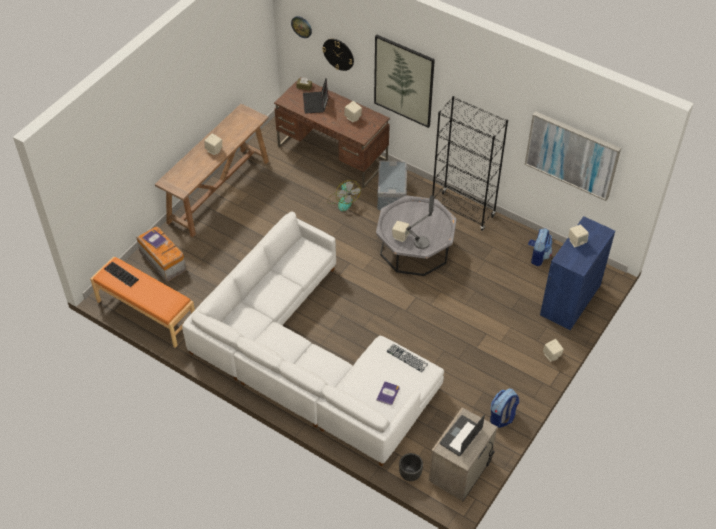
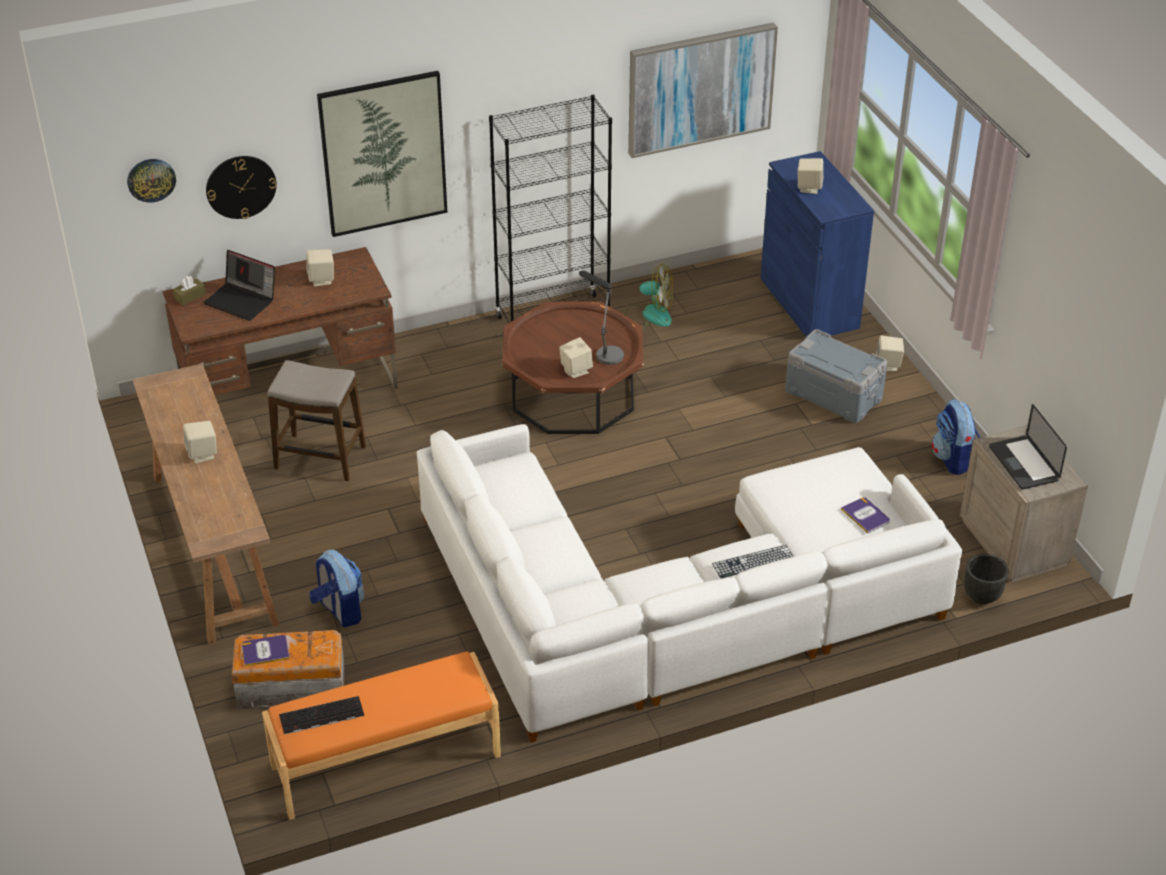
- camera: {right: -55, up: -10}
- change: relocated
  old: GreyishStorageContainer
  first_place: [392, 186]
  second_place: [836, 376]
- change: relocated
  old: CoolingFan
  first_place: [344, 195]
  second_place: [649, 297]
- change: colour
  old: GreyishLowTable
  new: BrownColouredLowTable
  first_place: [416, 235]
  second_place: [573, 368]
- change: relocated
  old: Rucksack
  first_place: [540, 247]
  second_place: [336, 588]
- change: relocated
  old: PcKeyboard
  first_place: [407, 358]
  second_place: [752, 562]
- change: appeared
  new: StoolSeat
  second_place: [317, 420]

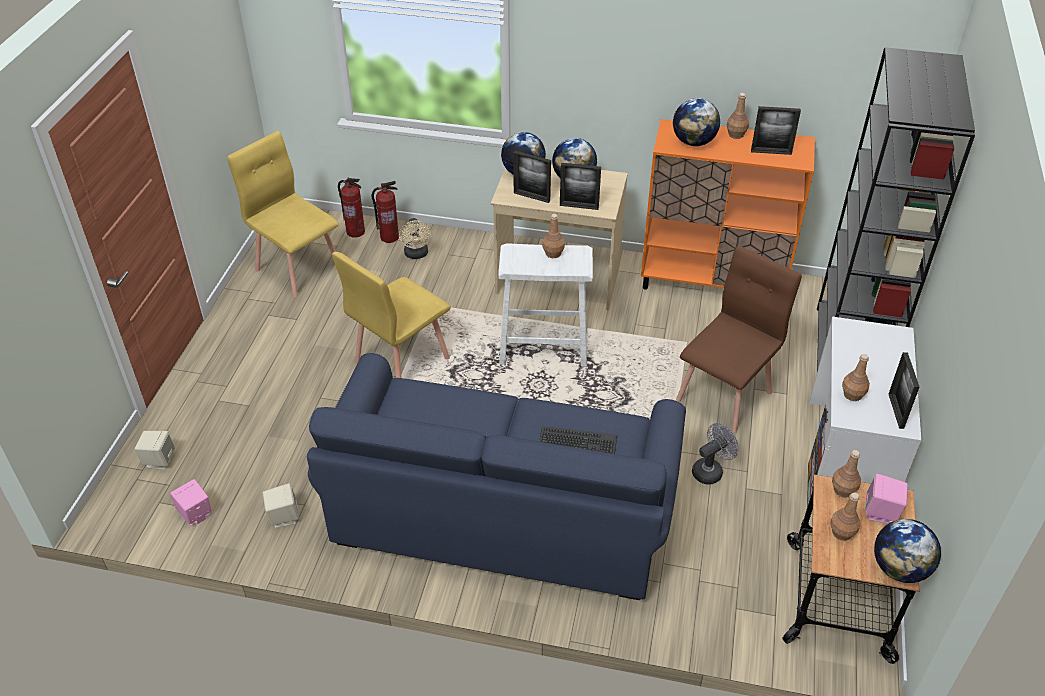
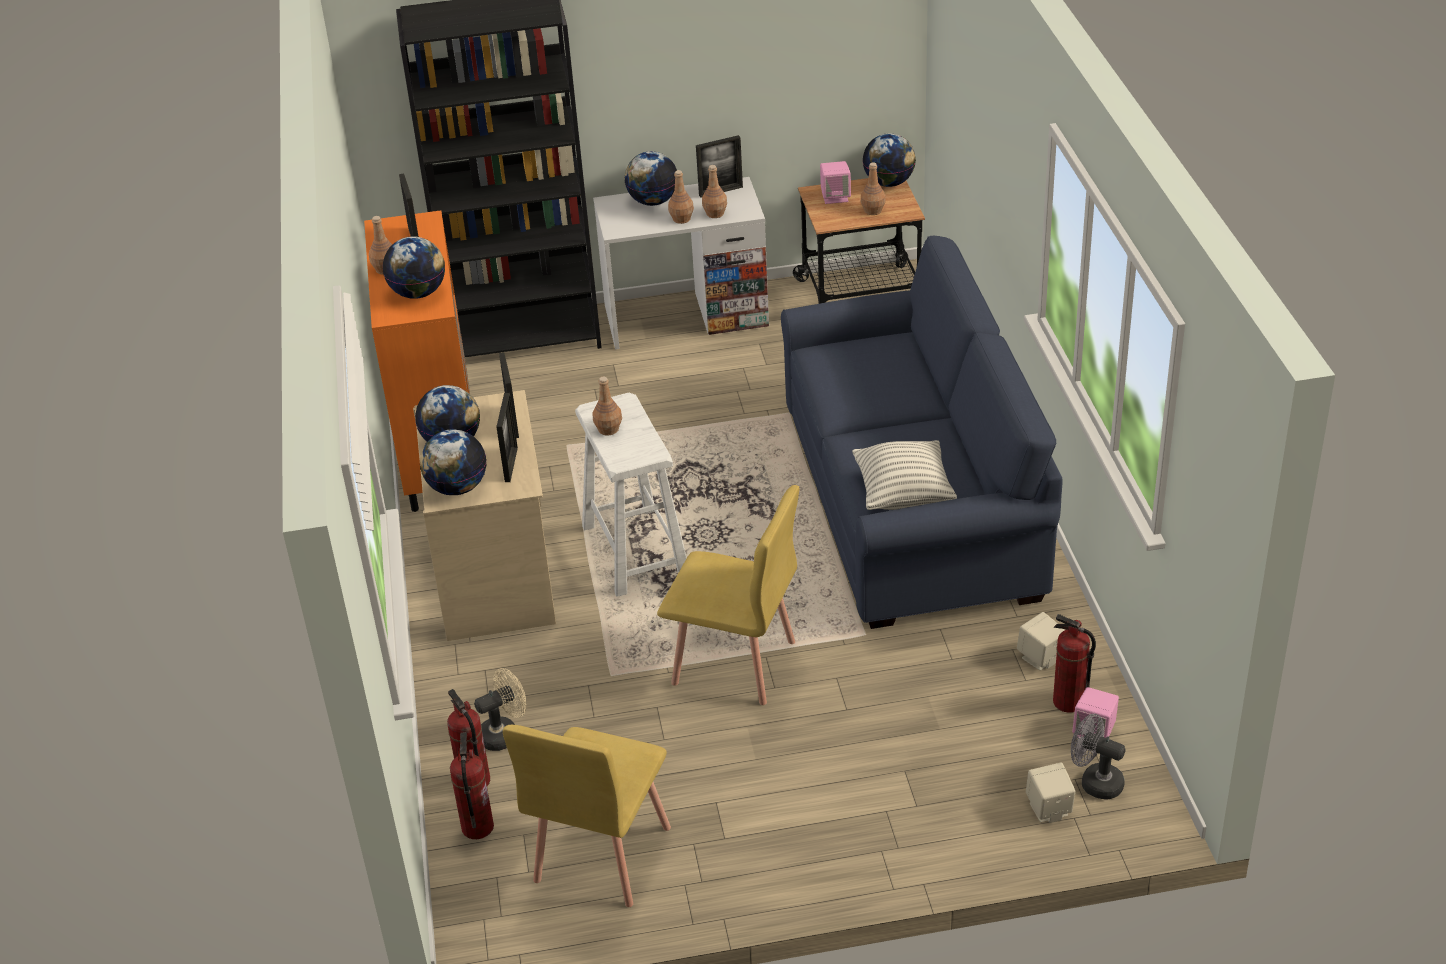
- camera: {right: -110, up: -5}
- change: missing
  old: BrownColouredUprightChair
  first_place: [738, 339]
- change: relocated
  old: GreyishCoolingFan
  first_place: [715, 453]
  second_place: [1098, 757]
- change: missing
  old: PcKeyboard
  first_place: [578, 440]
- change: relocated
  old: BrownColouredBeverageBottle
  first_place: [846, 474]
  second_place: [681, 197]
- change: appeared
  new: Globe
  second_place: [650, 178]
- change: appeared
  new: ThrowPillow
  second_place: [904, 475]
- change: appeared
  new: Extinguisher
  second_place: [1074, 663]

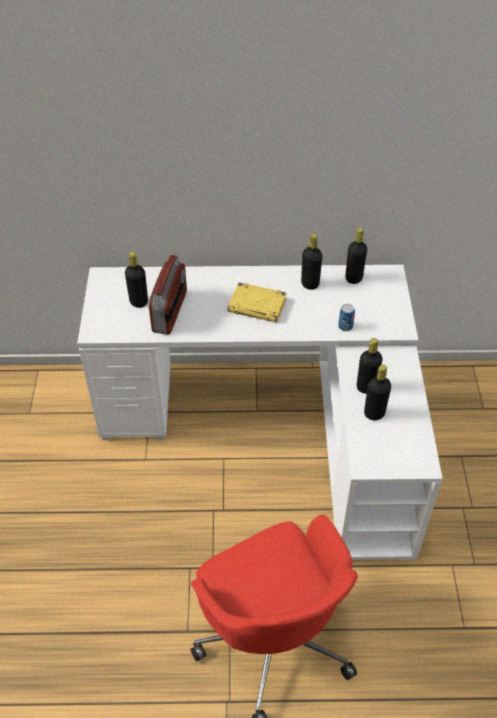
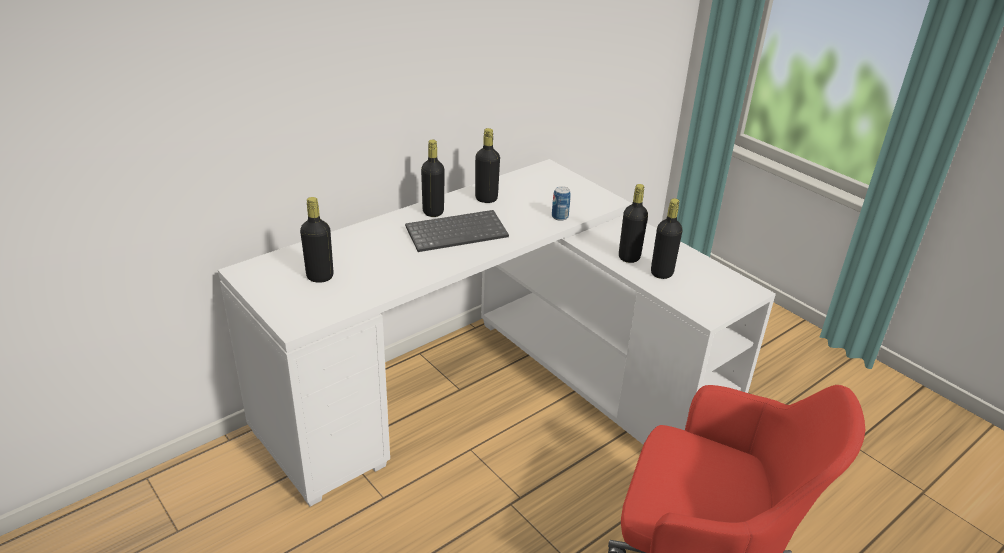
- camera: {right: -40, up: -15}
- change: relocated
  old: BlackishBeverageBottle
  first_place: [356, 256]
  second_place: [433, 178]
- change: missing
  old: Radio
  first_place: [168, 295]
- change: exchanged
  old: YellowColouredBook
  new: PcKeyboard
  first_place: [257, 302]
  second_place: [457, 231]

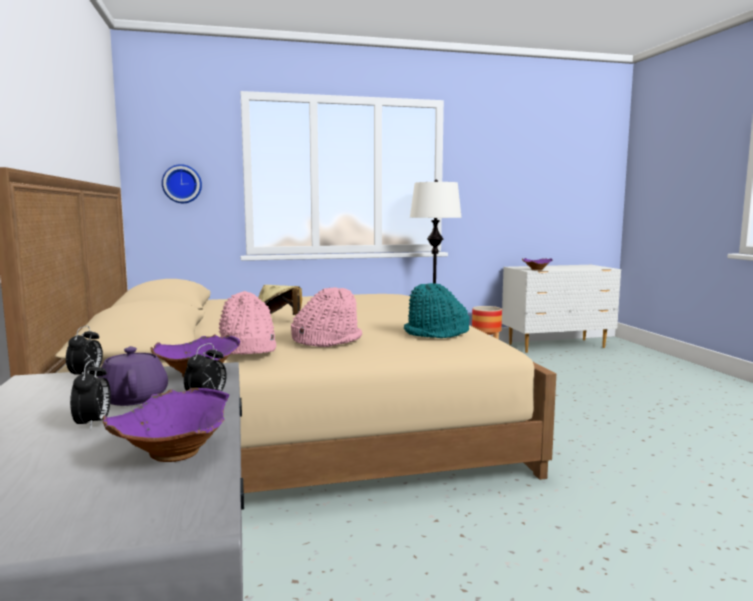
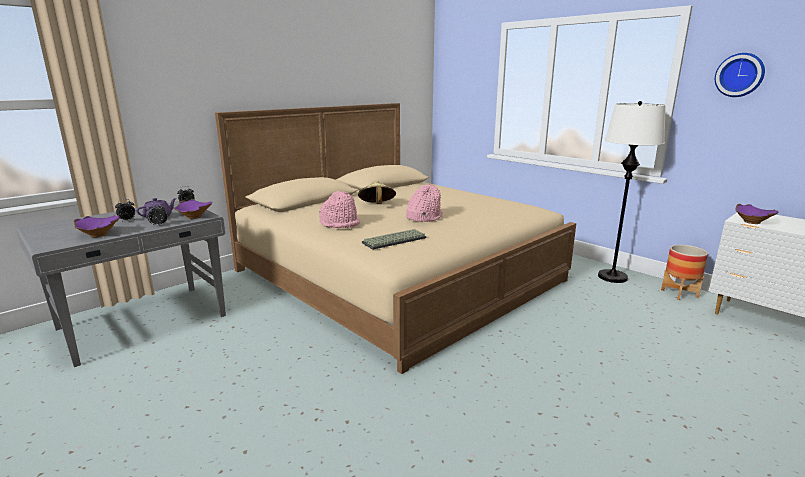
- camera: {right: 60, up: 10}
- change: relocated
  old: HangingClock
  first_place: [182, 183]
  second_place: [740, 75]
- change: exchanged
  old: BlueGreenHat
  new: PcKeyboard
  first_place: [436, 310]
  second_place: [394, 239]
- change: relocated
  old: PinkHat
  first_place: [248, 322]
  second_place: [424, 203]

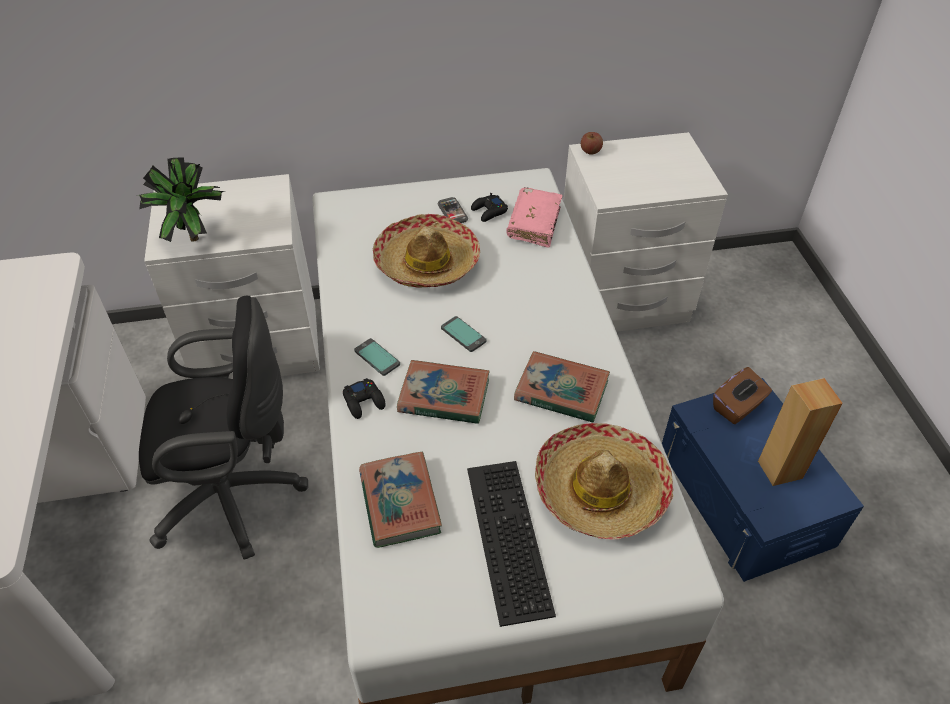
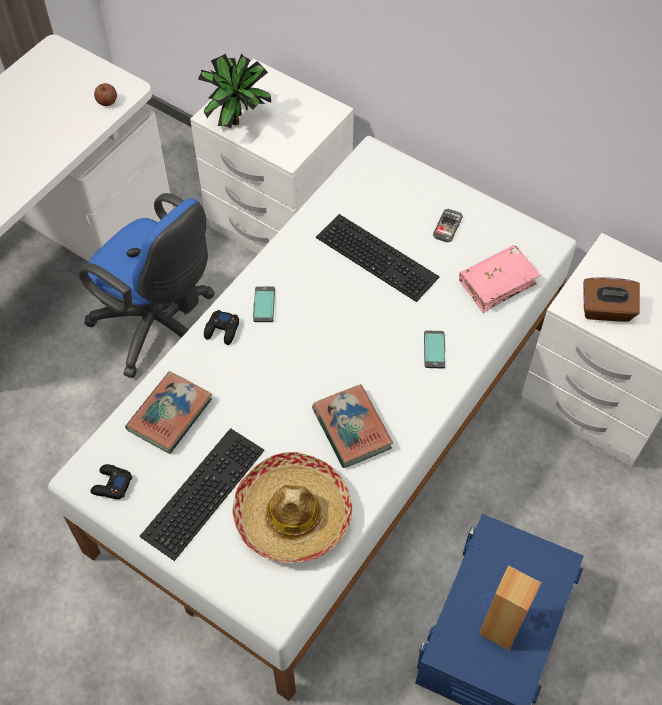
- camera: {right: 45, up: 10}
- change: relocated
  old: WholeApple
  first_place: [592, 143]
  second_place: [105, 94]
- change: relocated
  old: BlackishJoypad
  first_place: [489, 207]
  second_place: [111, 481]
- change: exchanged
  old: Hat
  new: PcKeyboard
  first_place: [426, 250]
  second_place: [378, 258]
- change: colour
  old: BlackishDeskChair
  new: BlueColouredDeskChair
  first_place: [223, 427]
  second_place: [147, 285]
- change: relocated
  old: Telephone
  first_place: [463, 334]
  second_place: [434, 349]
- change: missing
  old: Book
  first_place: [443, 392]
- change: relocated
  old: BrownColouredTissueBox
  first_place: [742, 395]
  second_place: [611, 299]

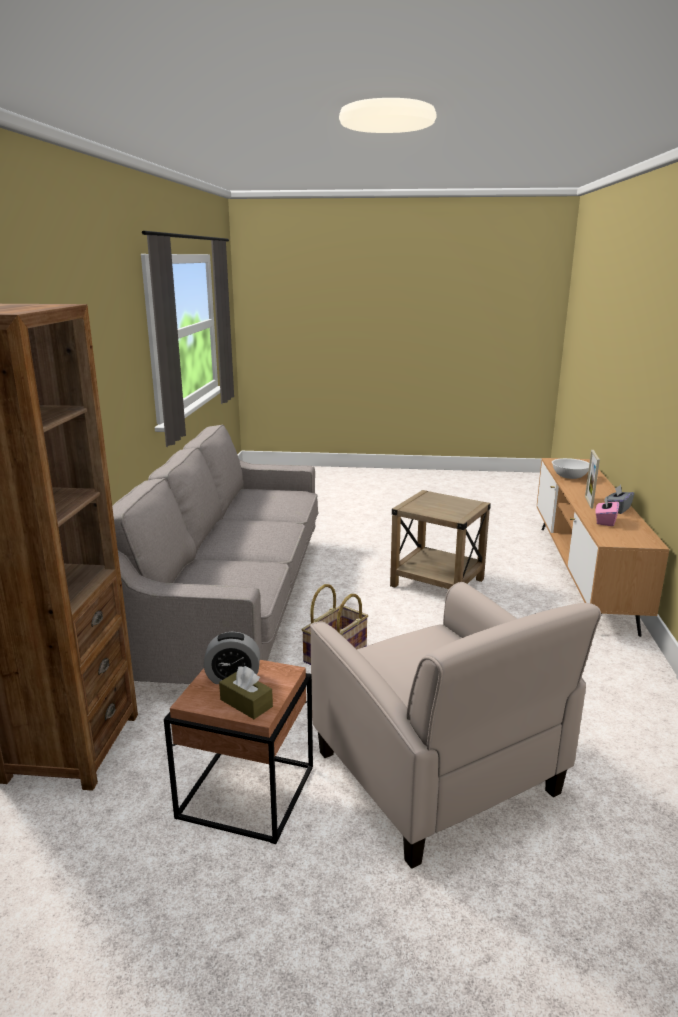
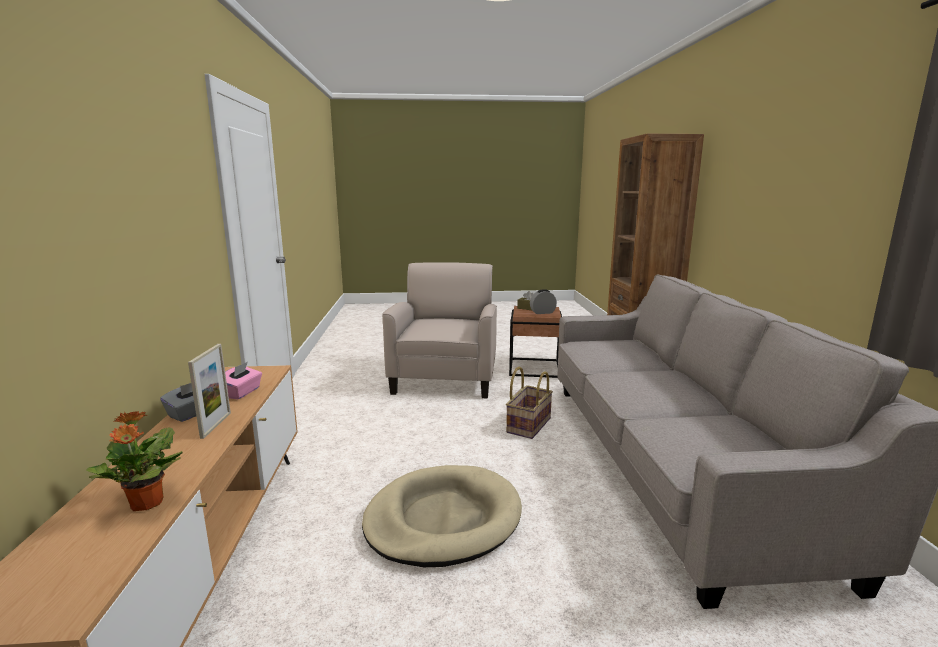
- camera: {right: 170, up: -5}
- change: exchanged
  old: WhitishDeepDish
  new: Houseplant
  first_place: [570, 468]
  second_place: [134, 461]
- change: exchanged
  old: SandColouredAccentTable
  new: SandColouredPetBed
  first_place: [440, 539]
  second_place: [442, 516]
- change: spun
  old: SandColouredArmchair
  first_place: [455, 725]
  second_place: [439, 330]
  degrees: 45

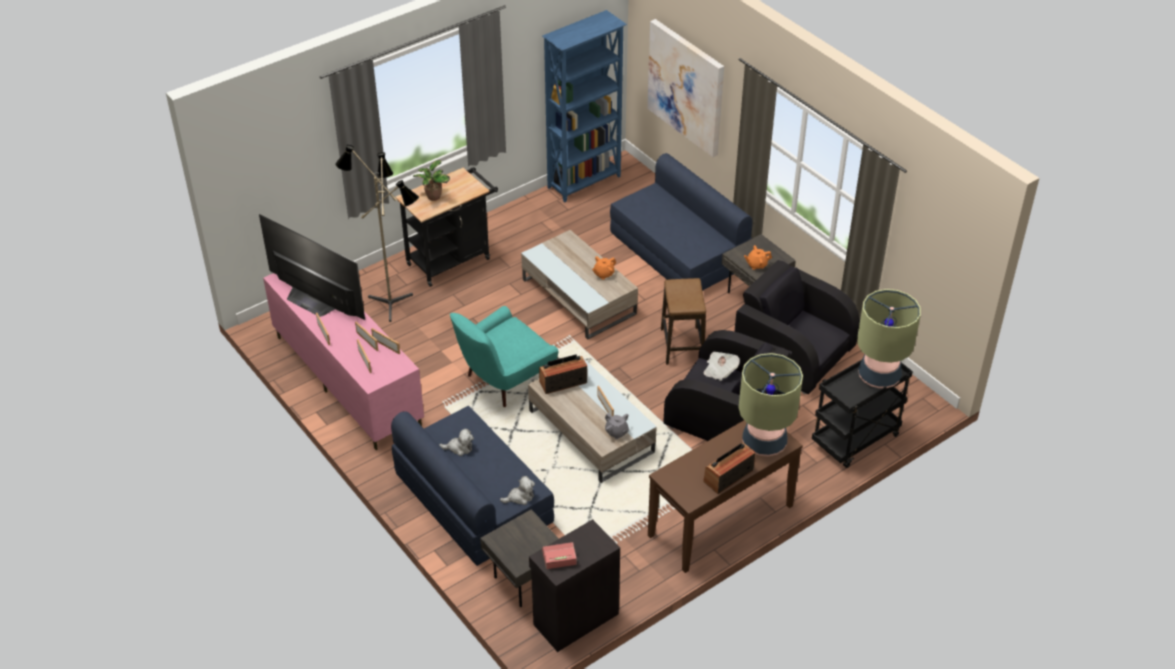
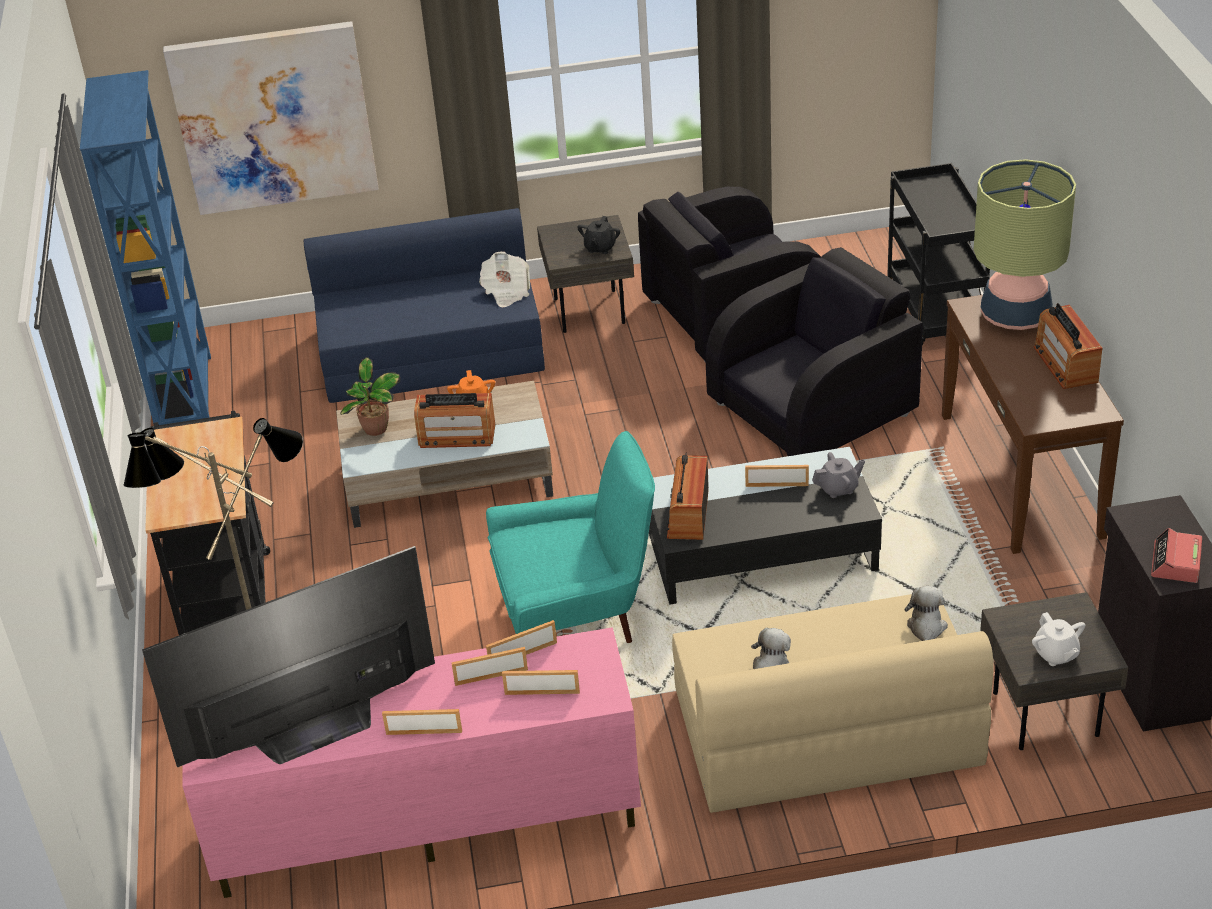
- camera: {right: -60, up: -5}
- change: relocated
  old: Houseplant
  first_place: [431, 180]
  second_place: [370, 396]
- change: colour
  old: OrangeTeaPot
  new: BlackishTeaPot
  first_place: [758, 257]
  second_place: [598, 235]
- change: missing
  old: StoolSeat
  first_place: [683, 321]
- change: missing
  old: TabletopLamp
  first_place: [889, 338]
- change: spun
  old: BlueGreenArmchair
  first_place: [504, 356]
  second_place: [570, 537]
  degrees: -90
- change: relocated
  old: PrintedPaper
  first_place: [722, 366]
  second_place: [504, 279]
- change: colour
  old: SandColouredLowTable
  new: BlackishLowTable
  first_place: [592, 420]
  second_place: [765, 526]
- change: colour
  old: BlueColouredSofa
  new: SandColouredSofa
  first_place: [472, 486]
  second_place: [833, 703]
- change: appeared
  new: Radio
  second_place: [454, 420]
- change: appeared
  new: WhitishTeaPot
  second_place: [1058, 639]

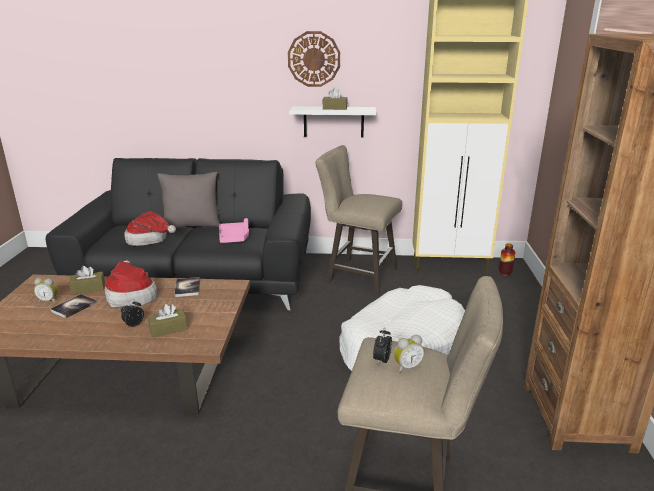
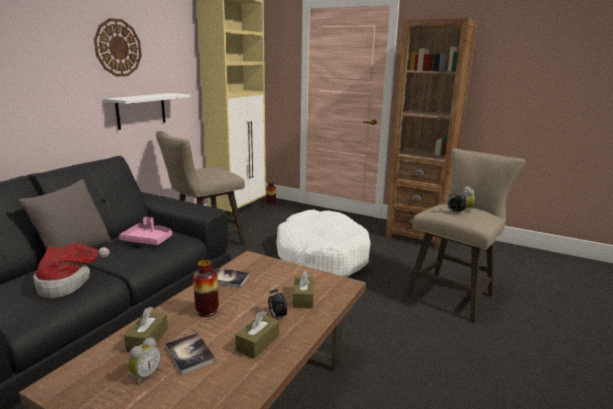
- camera: {right: -65, up: -5}
- change: relocated
  old: BrownColouredTissueBox
  first_place: [335, 99]
  second_place: [257, 335]
- change: exchanged
  old: Hat
  new: FlowerVase
  first_place: [131, 283]
  second_place: [206, 288]

